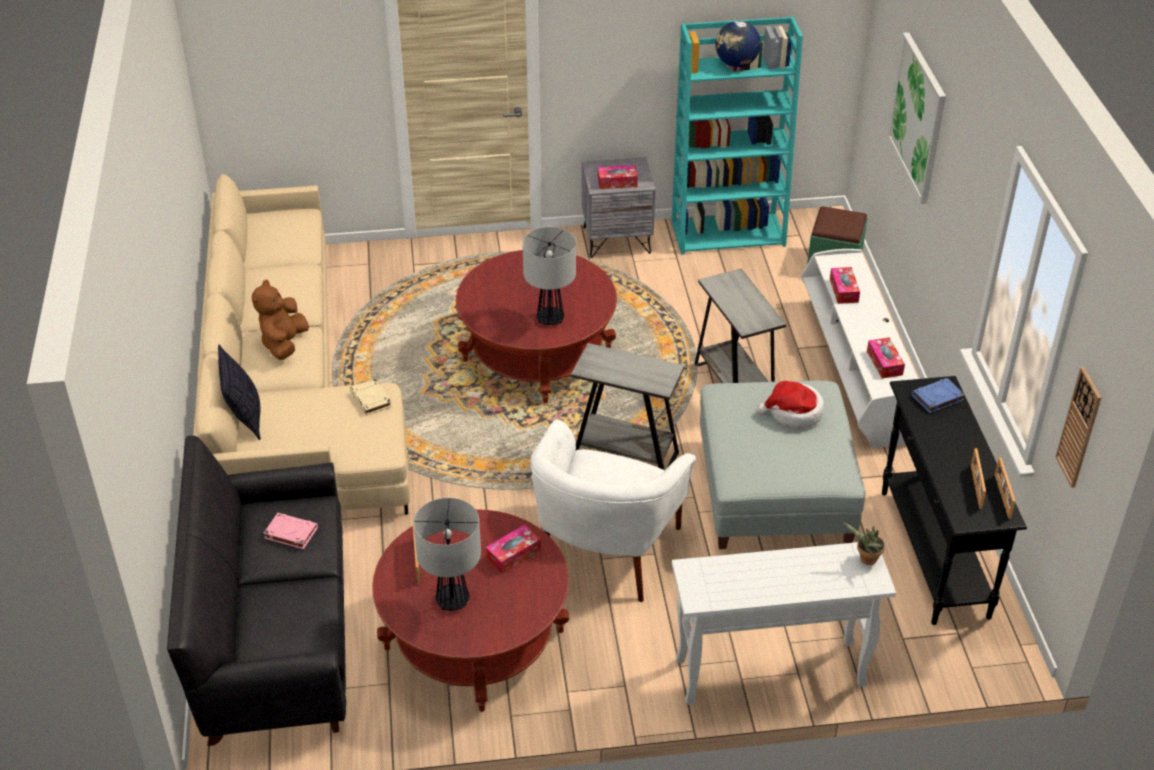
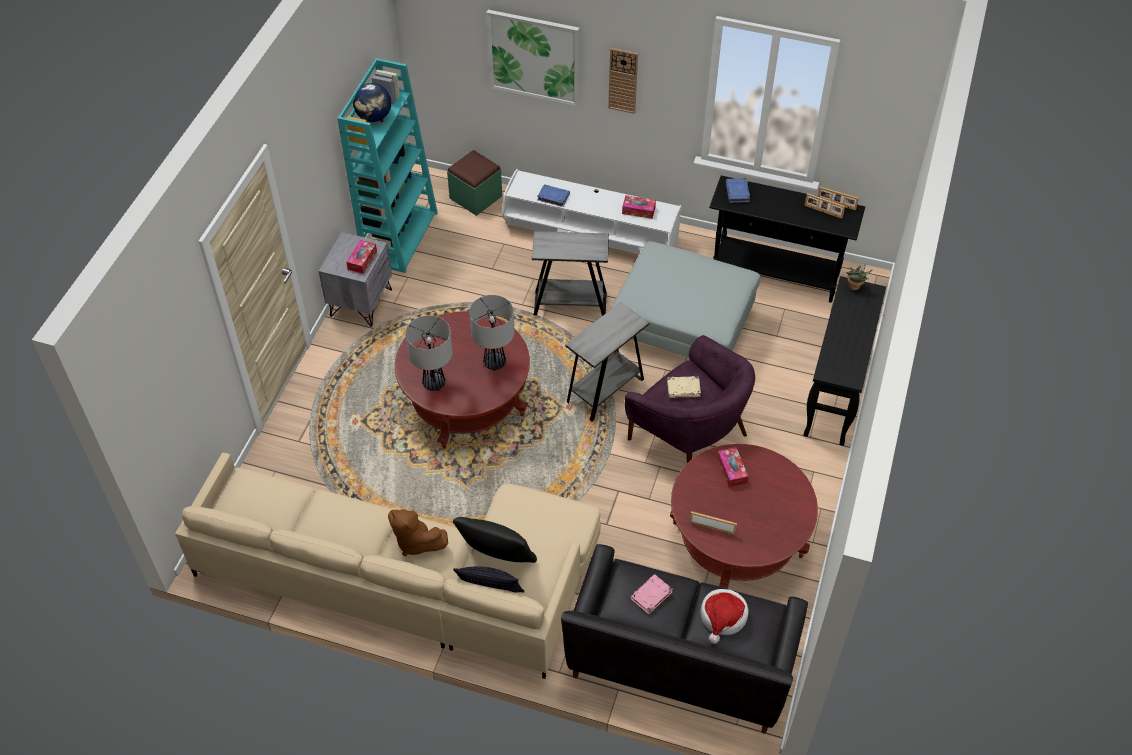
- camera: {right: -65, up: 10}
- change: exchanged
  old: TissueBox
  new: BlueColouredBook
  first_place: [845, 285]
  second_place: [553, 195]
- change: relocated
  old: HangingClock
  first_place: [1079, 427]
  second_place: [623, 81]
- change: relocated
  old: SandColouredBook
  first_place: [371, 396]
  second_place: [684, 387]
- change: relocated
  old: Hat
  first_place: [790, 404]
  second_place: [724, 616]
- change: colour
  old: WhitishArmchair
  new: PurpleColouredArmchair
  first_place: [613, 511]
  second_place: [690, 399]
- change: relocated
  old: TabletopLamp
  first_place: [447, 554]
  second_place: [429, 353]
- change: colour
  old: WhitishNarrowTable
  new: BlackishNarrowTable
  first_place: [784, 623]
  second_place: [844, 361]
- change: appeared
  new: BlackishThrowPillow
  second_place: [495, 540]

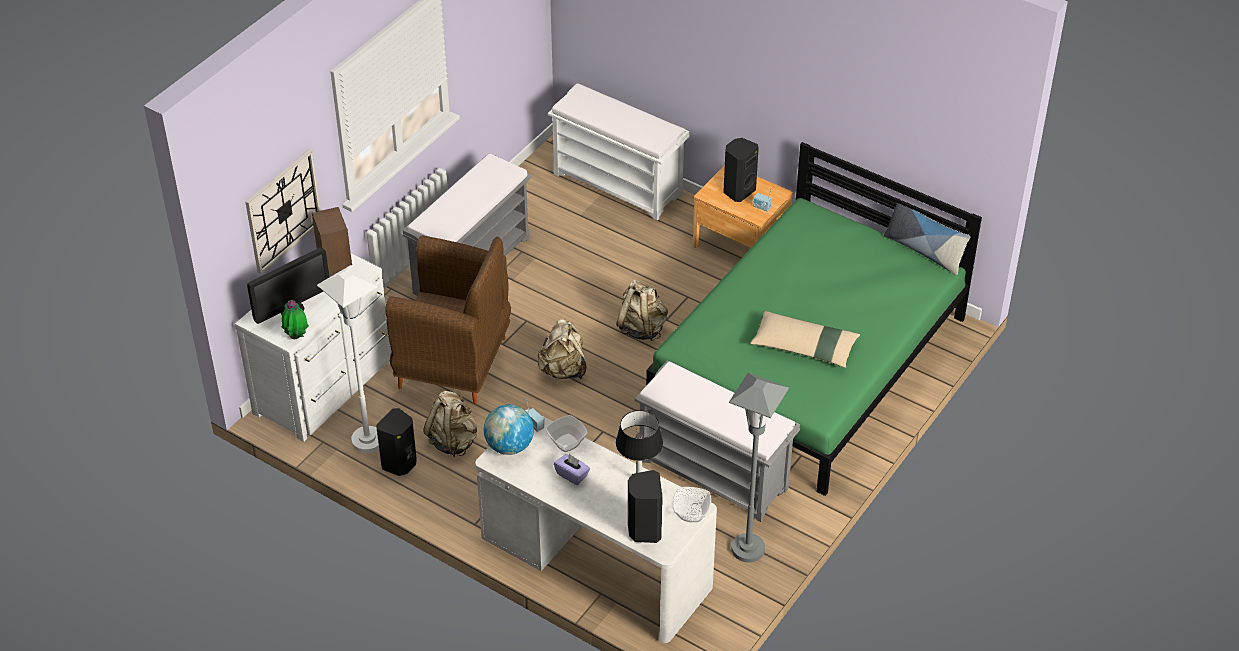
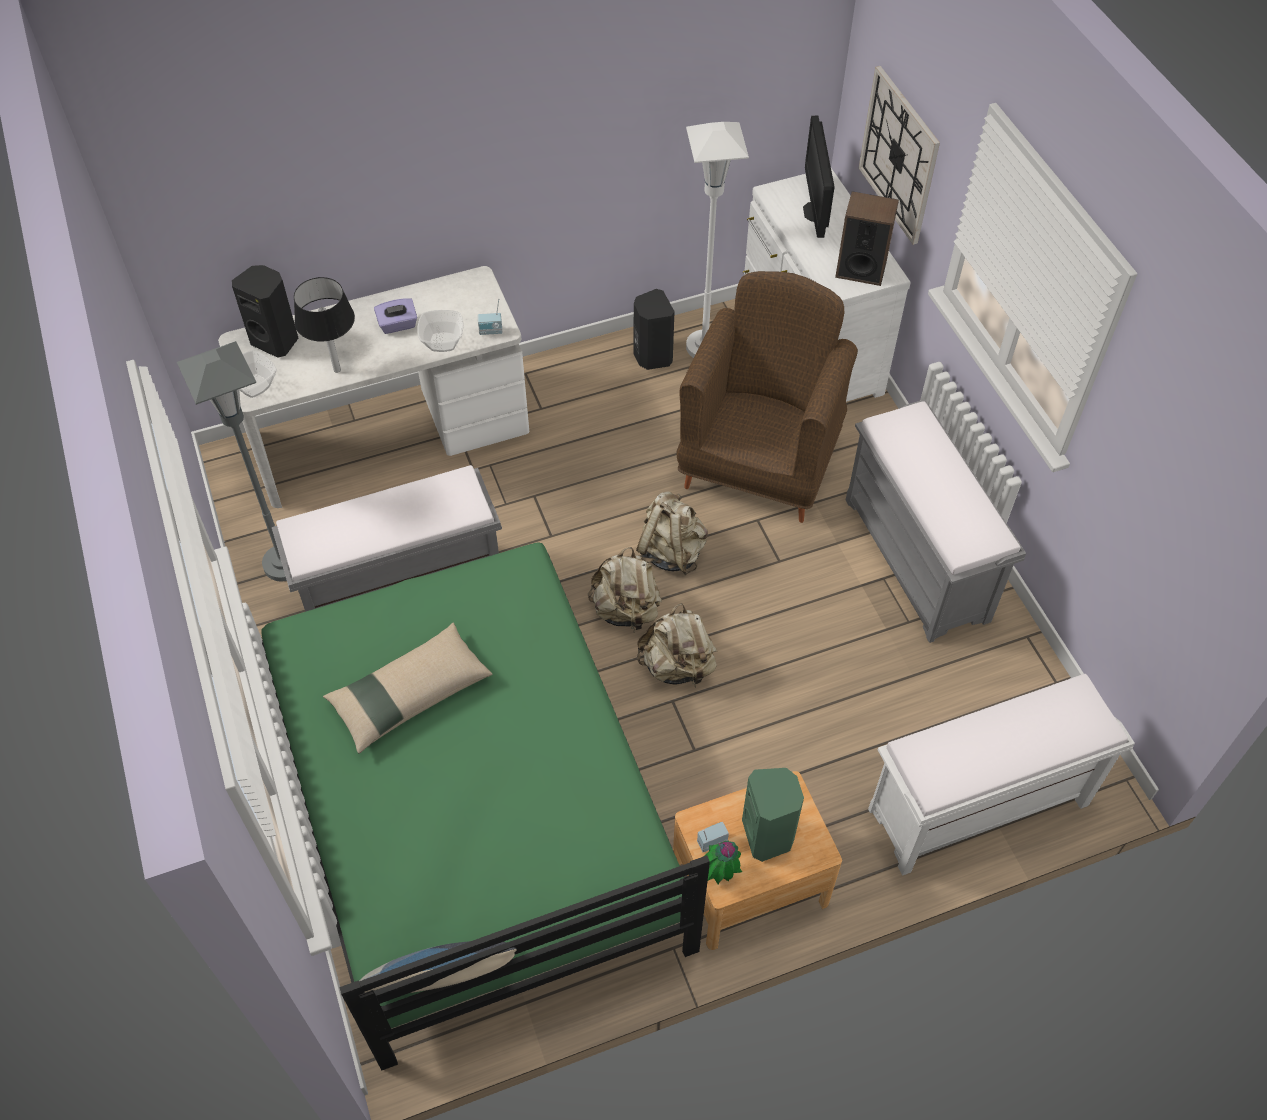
- camera: {right: 125, up: 10}
- change: colour
  old: BlackishSpeaker
  new: GreenishSpeaker
  first_place: [741, 170]
  second_place: [773, 815]
- change: spun
  old: BrownColouredArmchair
  first_place: [448, 320]
  second_place: [767, 397]
  degrees: 150
- change: relocated
  old: Houseplant
  first_place: [295, 319]
  second_place: [723, 863]
- change: relocated
  old: SandColouredRucksack
  first_place: [450, 424]
  second_place: [624, 590]
- change: missing
  old: Globe
  first_place: [509, 430]

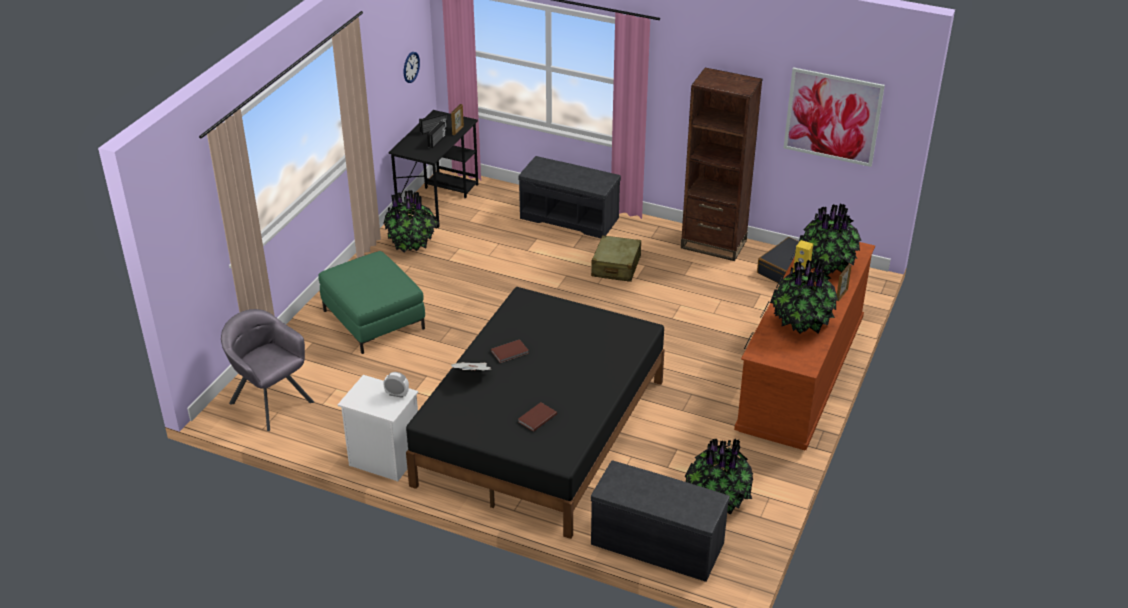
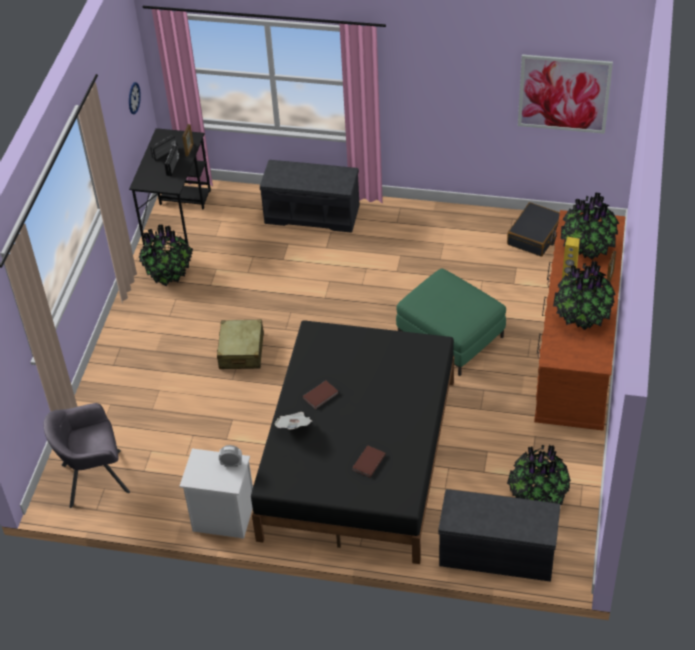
- camera: {right: -10, up: 10}
- change: missing
  old: BrownColouredBookshelf
  first_place: [722, 164]
- change: relocated
  old: SandColouredSuitcase
  first_place: [616, 258]
  second_place: [240, 344]
- change: relocated
  old: GreenishPouffe
  first_place: [371, 302]
  second_place: [451, 322]
- change: spun
  old: GreyishArmchair
  first_place: [267, 370]
  second_place: [87, 455]
  degrees: -45

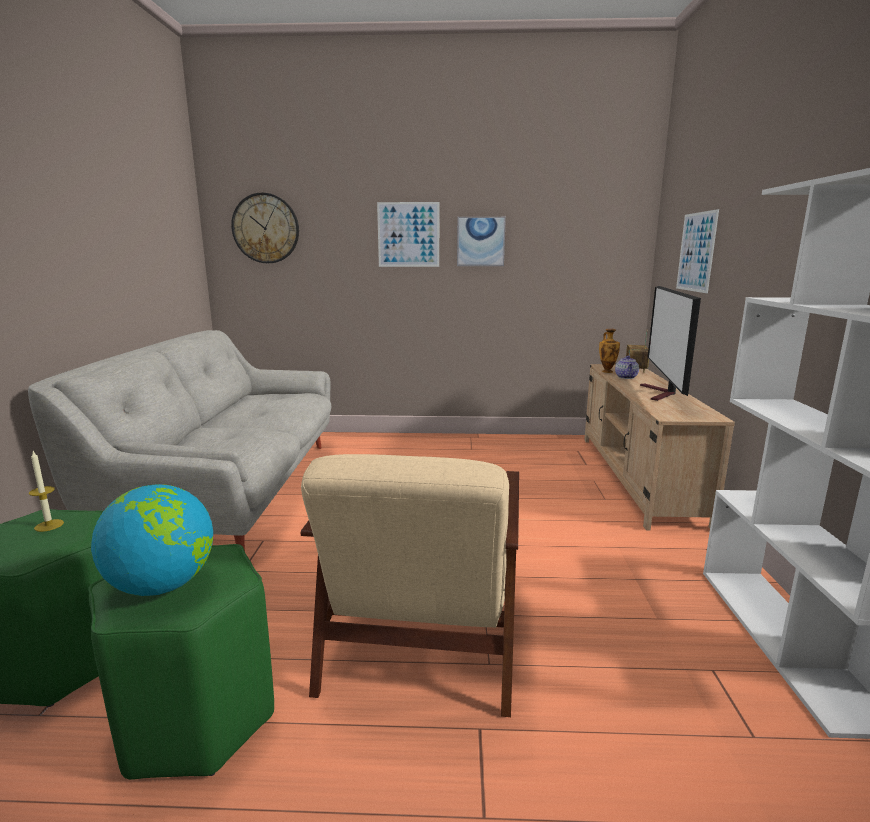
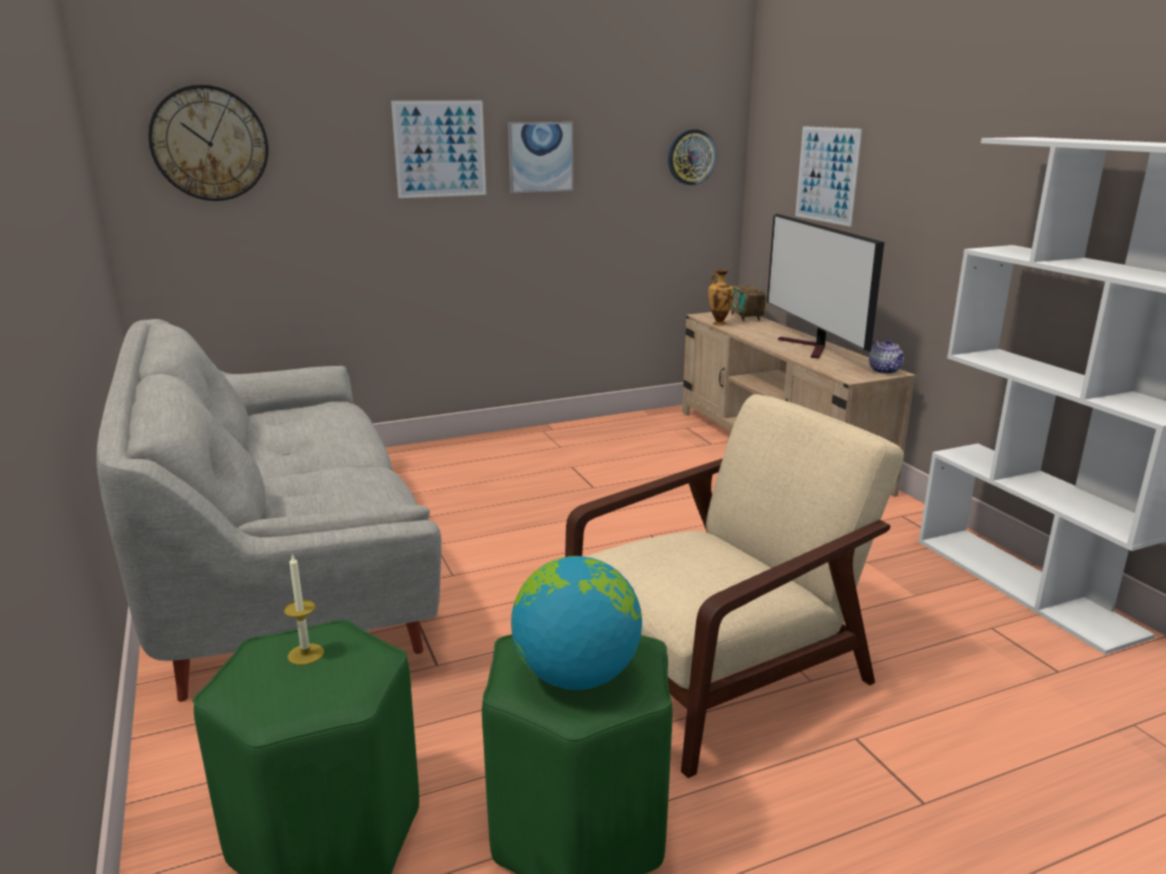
- camera: {right: -25, up: 5}
- change: relocated
  old: TeaPot
  first_place: [627, 367]
  second_place: [887, 356]
- change: spun
  old: SandColouredArmchair
  first_place: [410, 585]
  second_place: [734, 586]
  degrees: -105
- change: appeared
  new: HangingClock
  second_place: [692, 157]

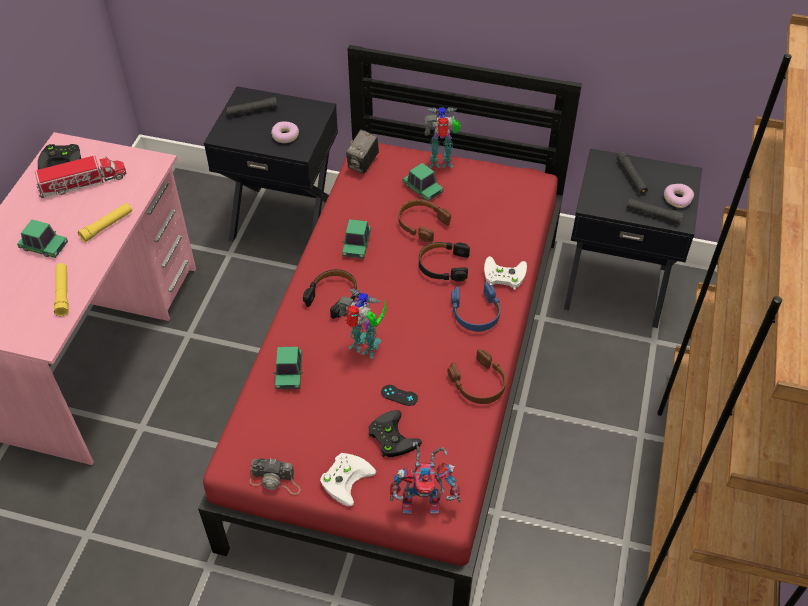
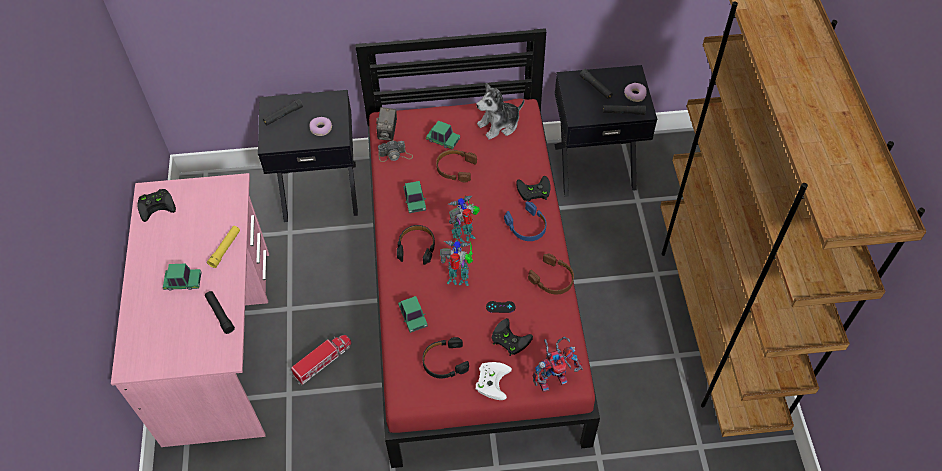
- camera: {right: -20, up: 5}
- change: relocated
  old: ToyRobot
  first_place: [443, 137]
  second_place: [464, 219]
- change: relocated
  old: ModelTruck
  first_place: [80, 176]
  second_place: [321, 360]
- change: relocated
  old: BlackishHeadphones
  first_place: [444, 261]
  second_place: [445, 357]
- change: colour
  old: WhitishJoypad
  new: BlackishJoypad
  first_place: [505, 273]
  second_place: [533, 189]
- change: colour
  old: YellowColouredFlashlight
  new: BlackishFlashlight
  first_place: [61, 289]
  second_place: [220, 312]
- change: relocated
  old: PhotoCamera
  first_place: [275, 476]
  second_place: [395, 151]
- change: appeared
  new: CuddlyToy
  second_place: [500, 111]

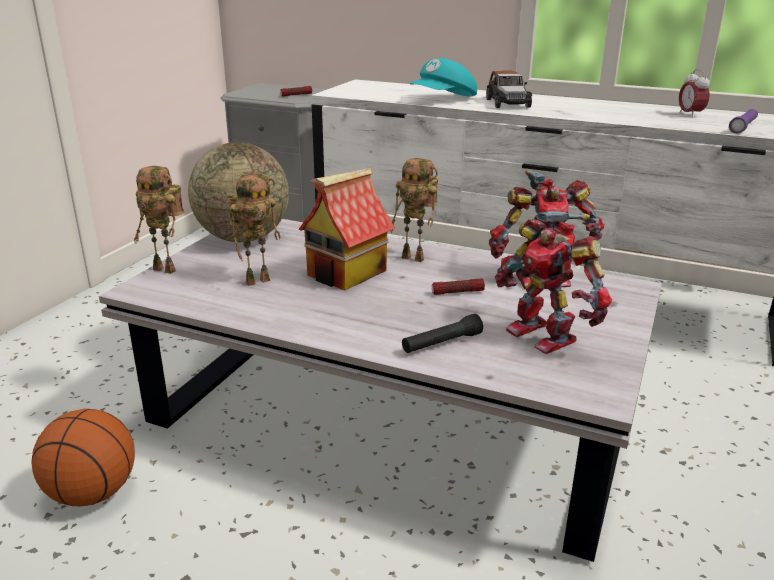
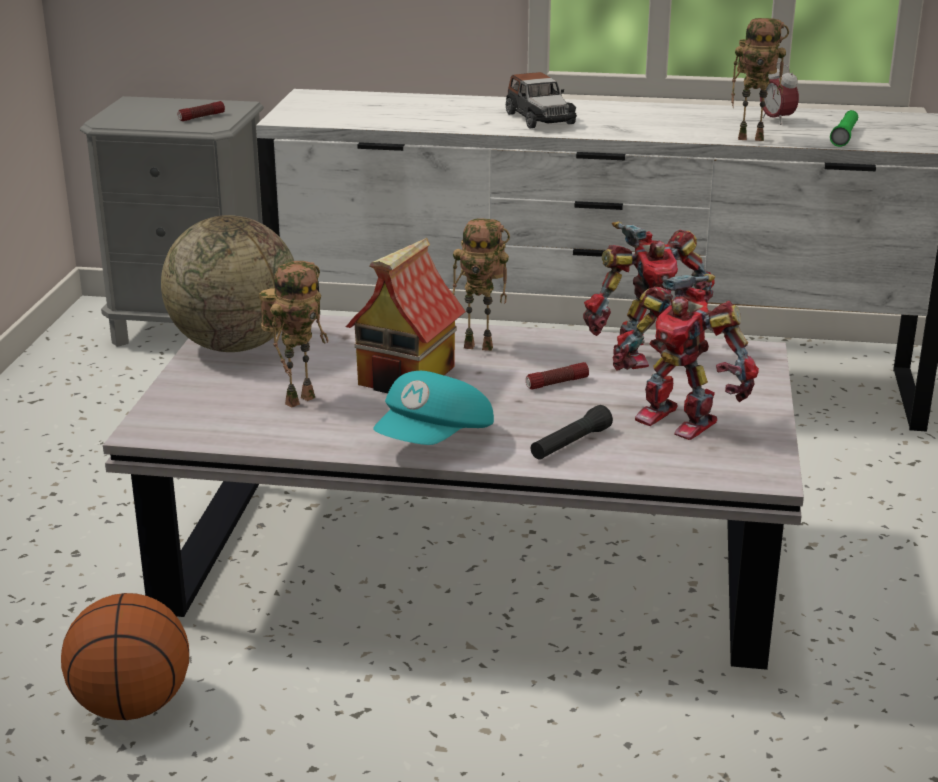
- camera: {right: -15, up: 0}
- change: relocated
  old: BlueGreenPeakedCap
  first_place: [443, 77]
  second_place: [433, 408]
- change: colour
  old: PurpleColouredFlashlight
  new: GreenishFlashlight
  first_place: [743, 121]
  second_place: [844, 128]
- change: relocated
  old: ToyRobot
  first_place: [159, 220]
  second_place: [760, 79]

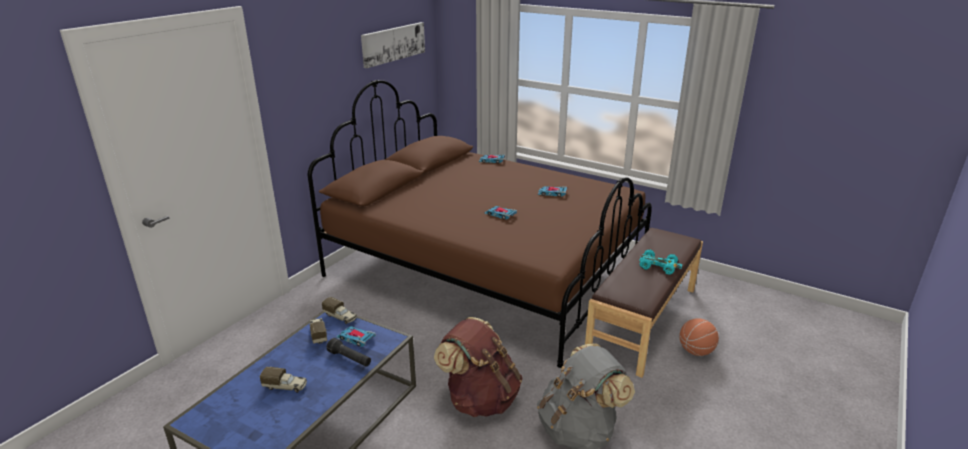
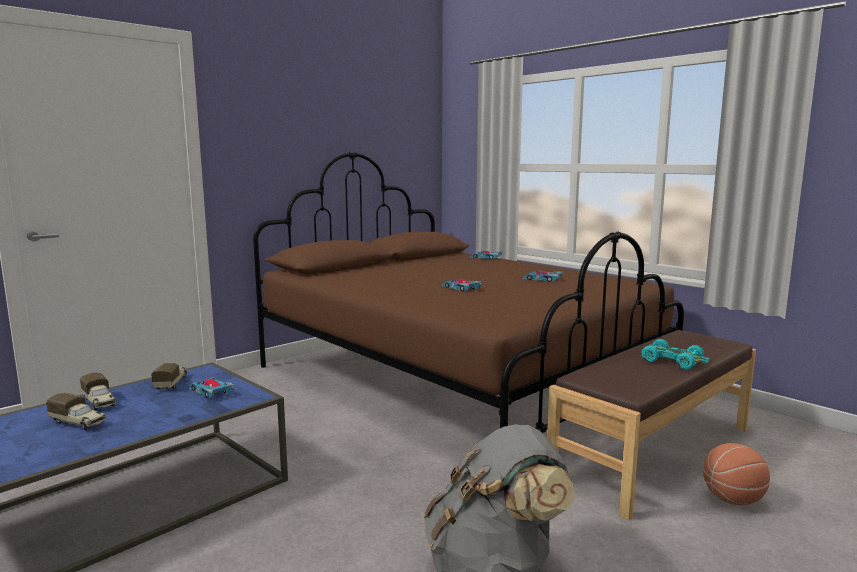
- camera: {right: 15, up: -15}
- change: missing
  old: WallArt
  first_place: [393, 45]
- change: relocated
  old: ModelTruck
  first_place: [339, 310]
  second_place: [98, 392]
- change: missing
  old: BrownColouredRucksack
  first_place: [478, 367]
- change: missing
  old: BlackishFlashlight
  first_place: [349, 352]

